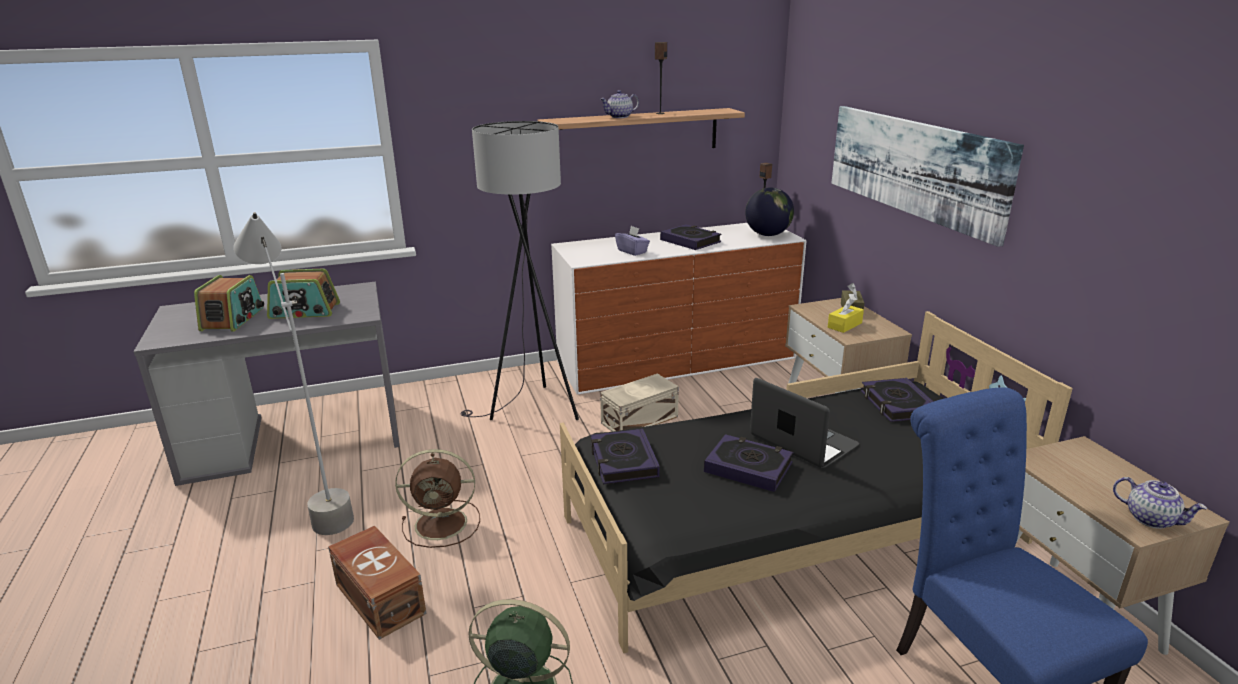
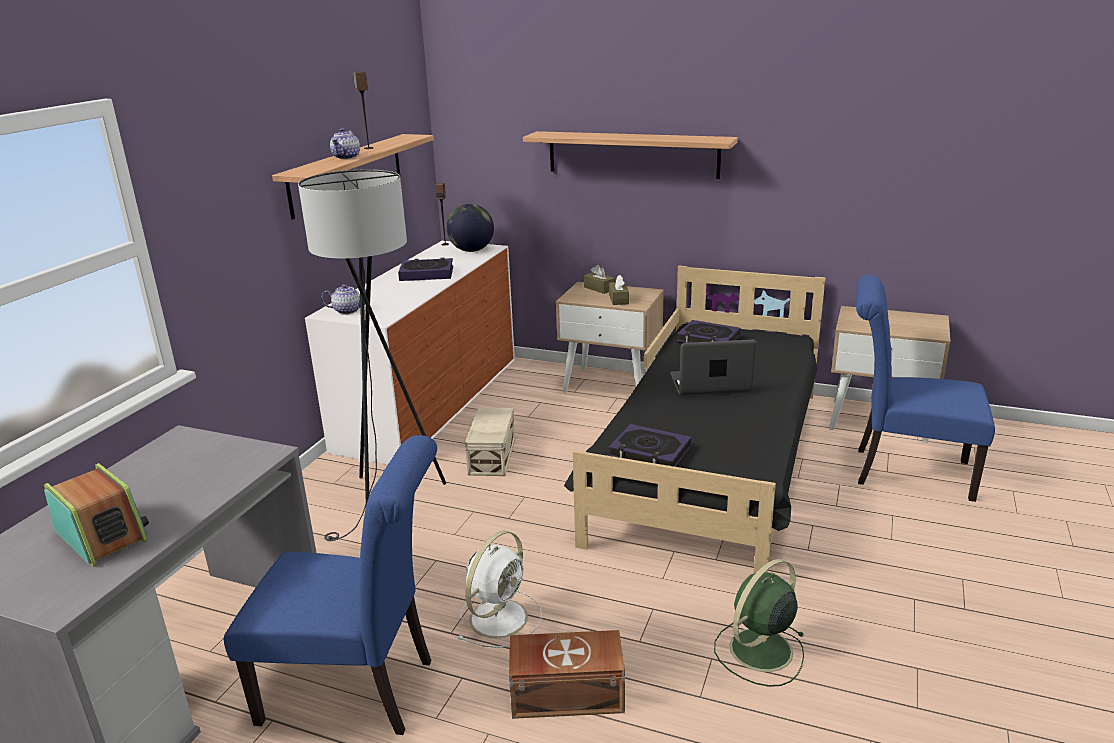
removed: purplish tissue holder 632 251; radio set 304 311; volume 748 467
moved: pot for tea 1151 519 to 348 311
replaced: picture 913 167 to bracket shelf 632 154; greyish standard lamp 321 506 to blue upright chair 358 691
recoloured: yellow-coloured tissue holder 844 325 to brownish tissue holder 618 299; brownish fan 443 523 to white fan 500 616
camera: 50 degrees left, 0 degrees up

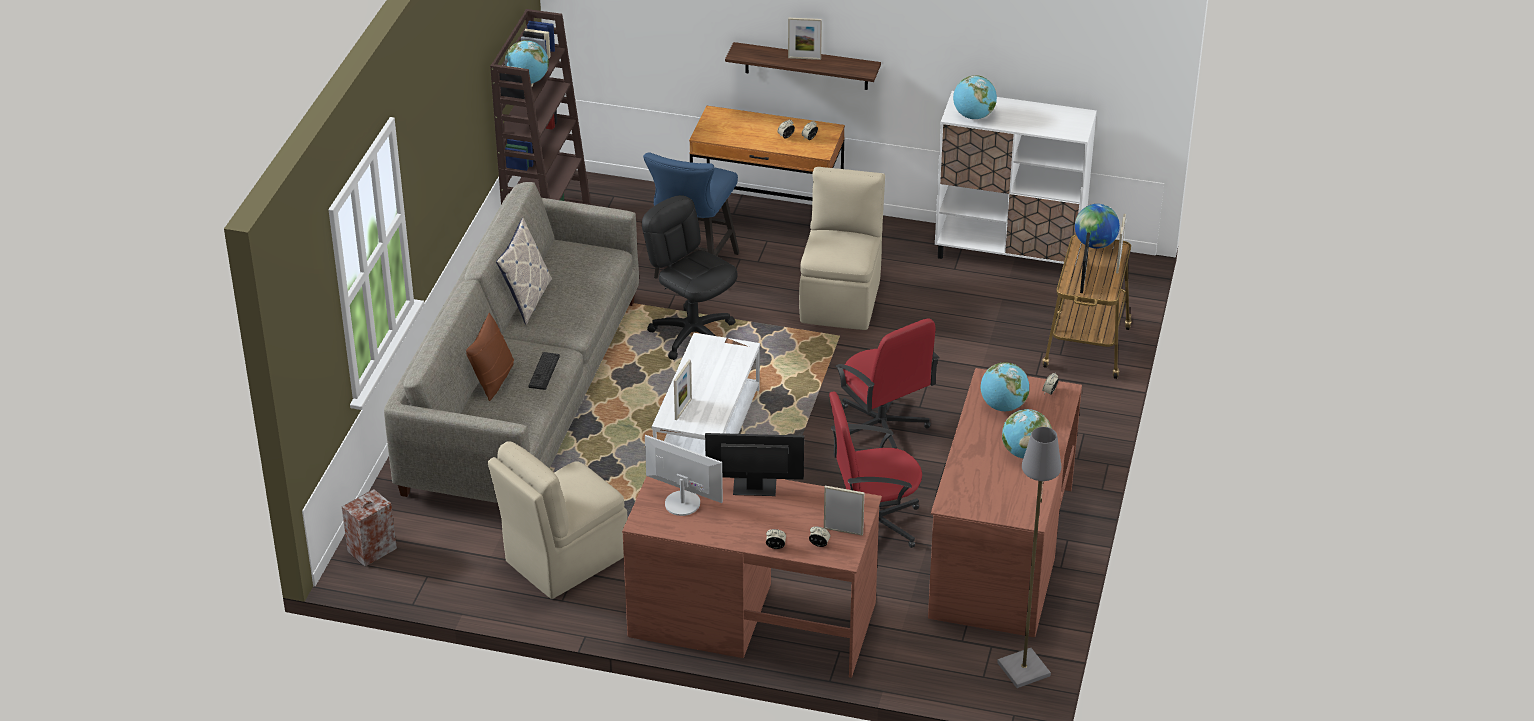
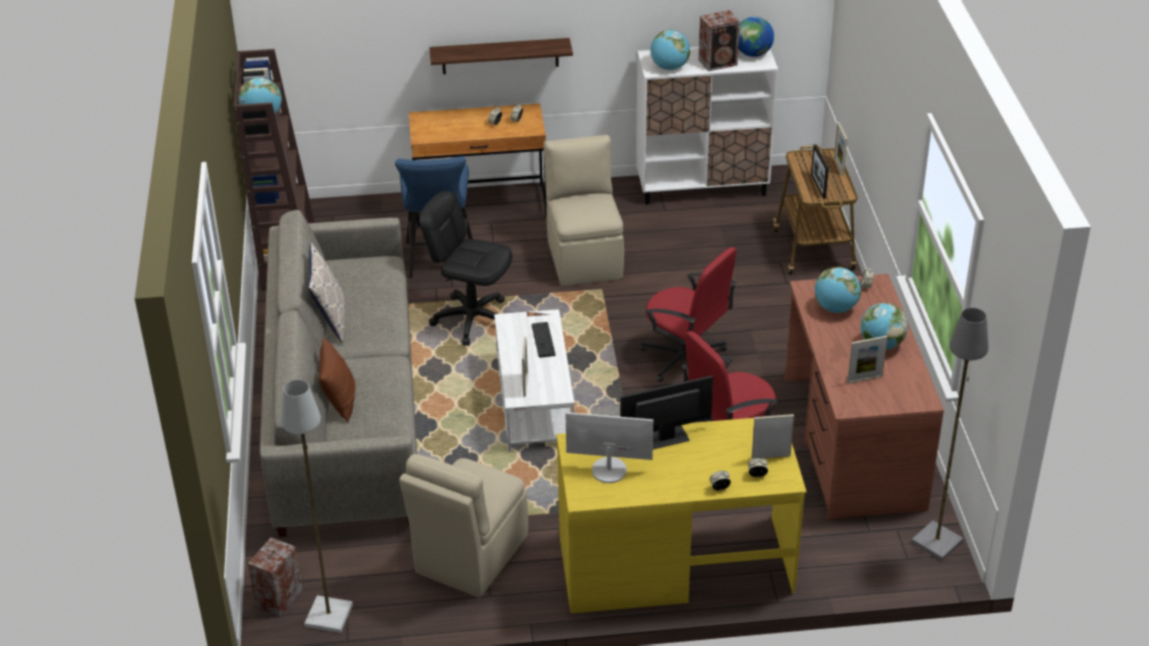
added: speaker 719 62; greyish standard lamp 328 615
moved: picture frame 804 58 to 864 379; globe 1095 244 to 753 54; PC keyboard 544 371 to 543 340
recoloured: brownish desk unit 752 618 to yellow-coloured desk unit 674 563
camera: 20 degrees left, 0 degrees up

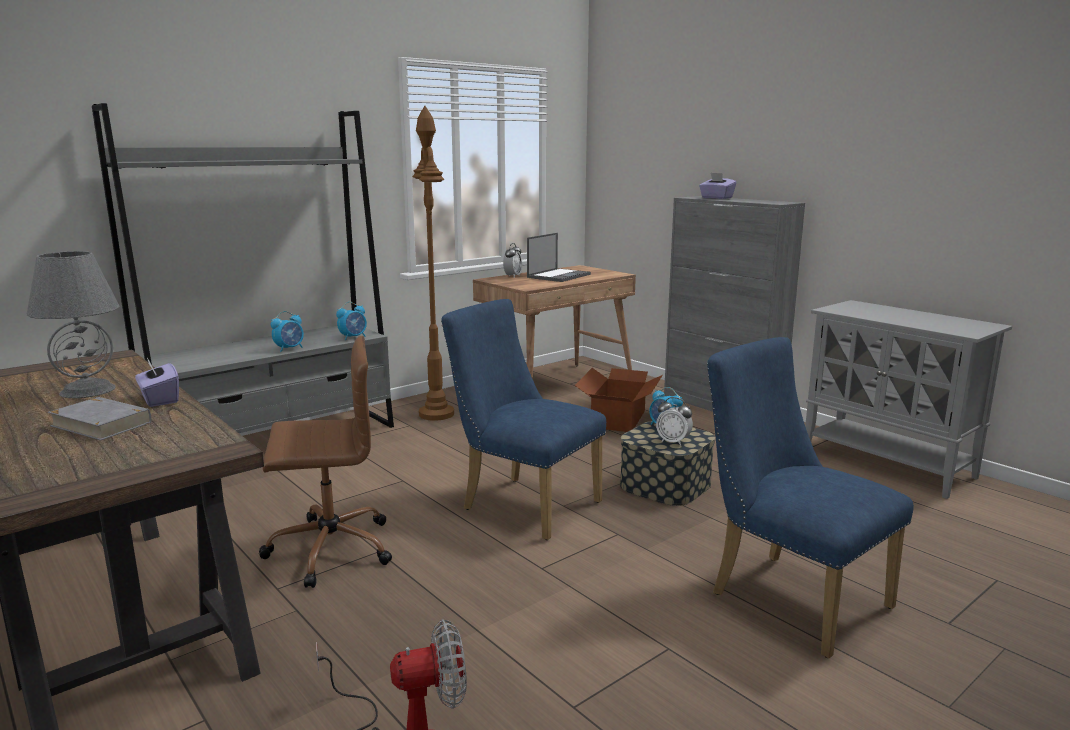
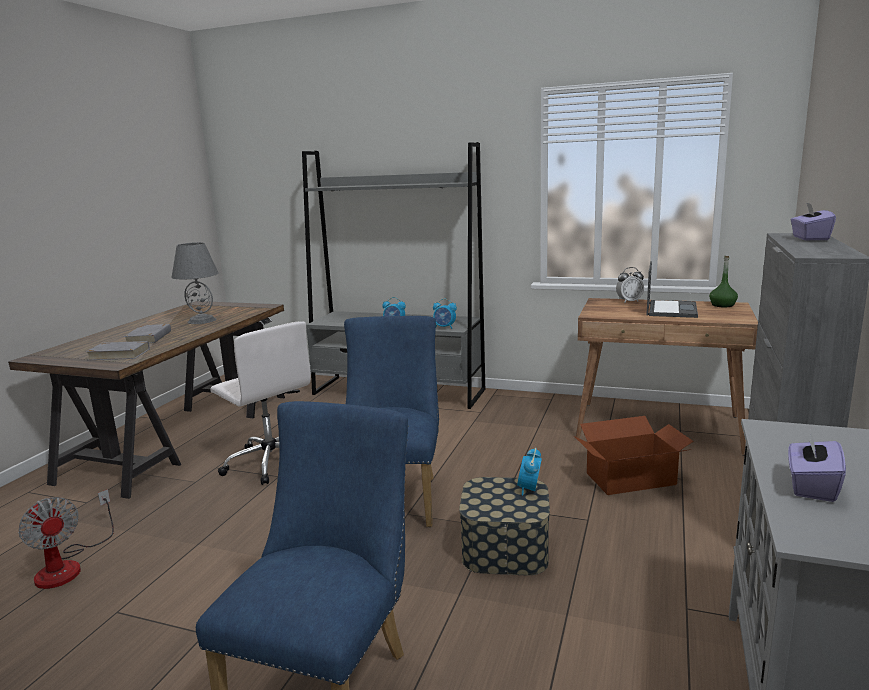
removed: brownish standard lamp 436 414; bedside clock 673 442
added: green-coloured beverage bottle 722 305; greyish volume 119 354
moved: purplish tissue holder 159 399 to 811 486
recoloured: brownish office chair 328 549 to white office chair 270 461
turned: laptop 559 276 = 671 309 75 degrees counterclockwise
camera: 60 degrees right, 0 degrees up

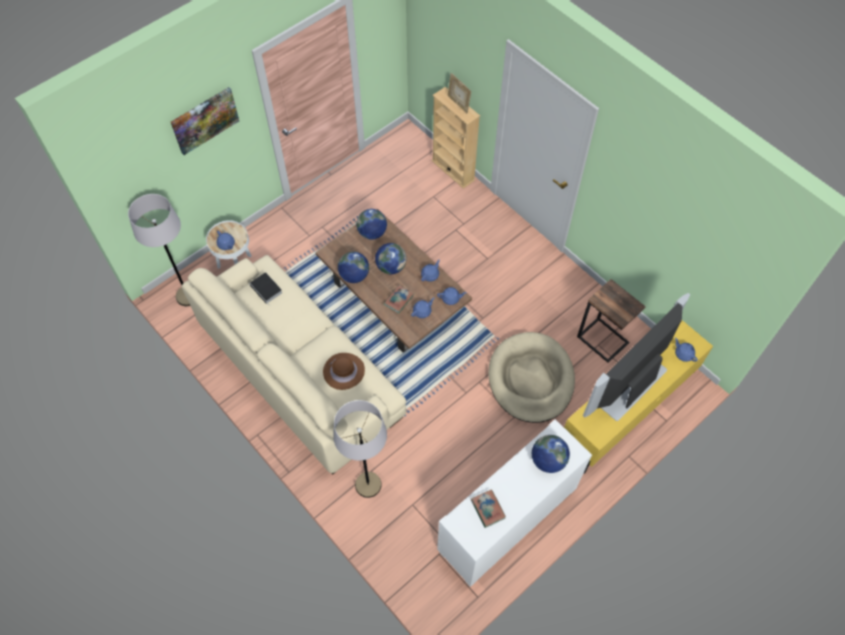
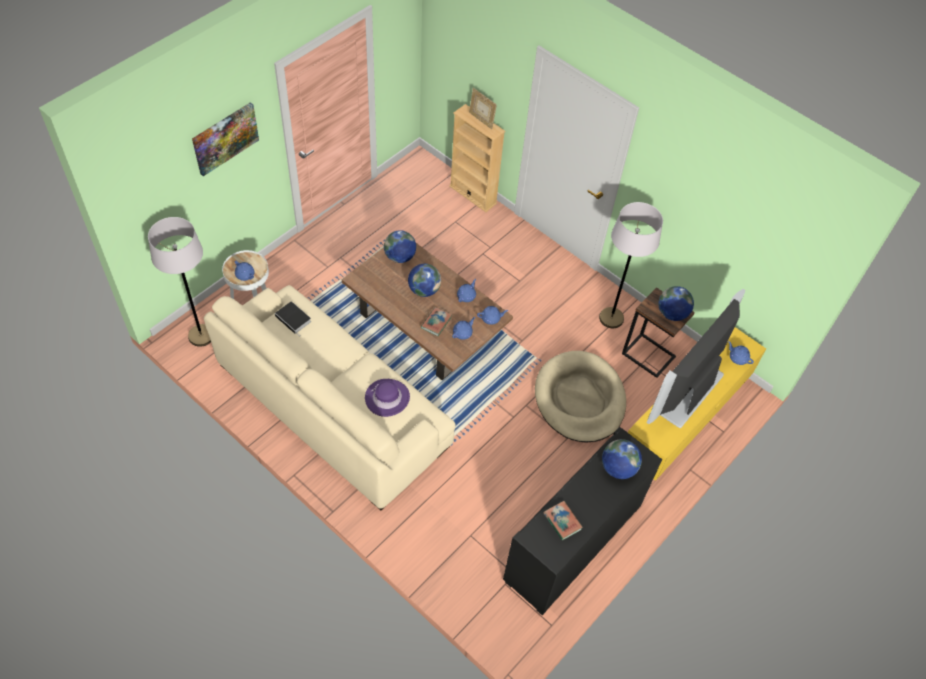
moved: globe 354 275 to 672 313; greyish standard lamp 368 485 to 611 318
recoloured: brownish clothing hat 344 371 to purplish clothing hat 387 398; white cabinet 507 519 to black-coloured cabinet 573 542
camera: 10 degrees left, 5 degrees down

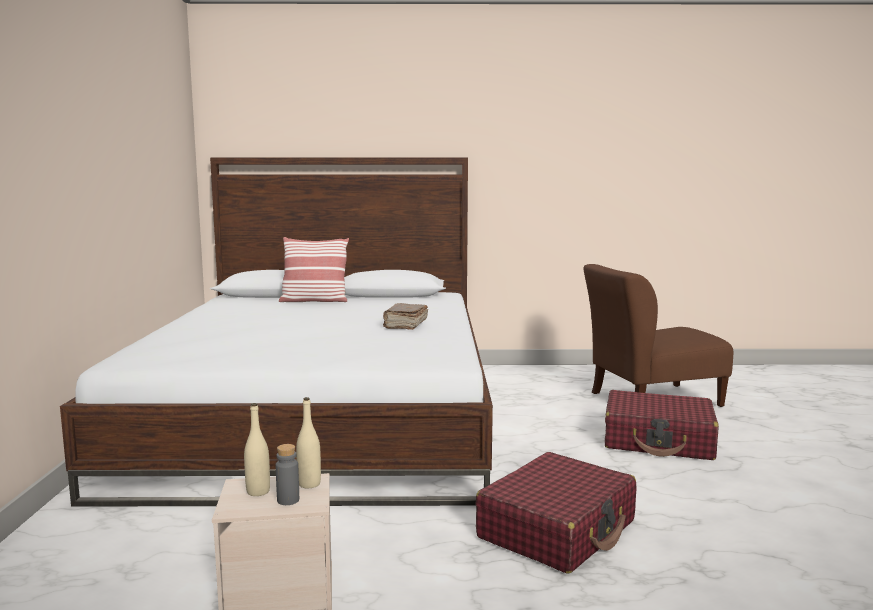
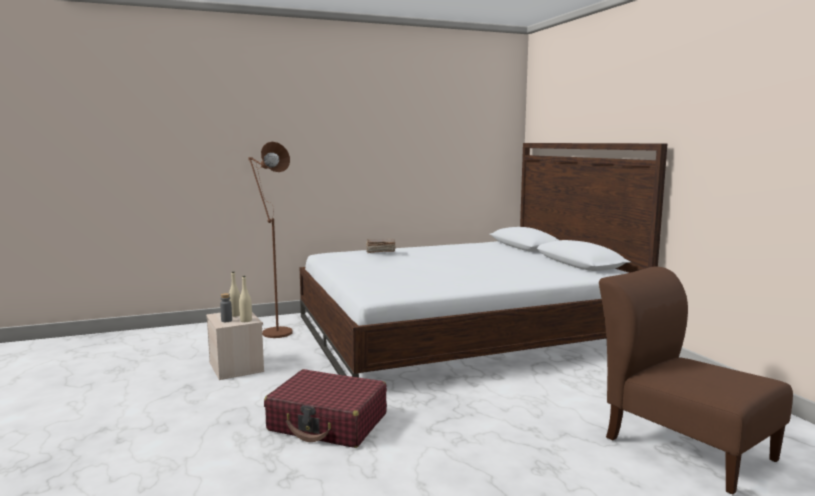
removed: throw pillow 314 301; red-coloured piece of luggage 658 441
added: brownish standard lamp 273 332
moved: brownish volume 405 325 to 380 251
camera: 70 degrees right, 0 degrees up

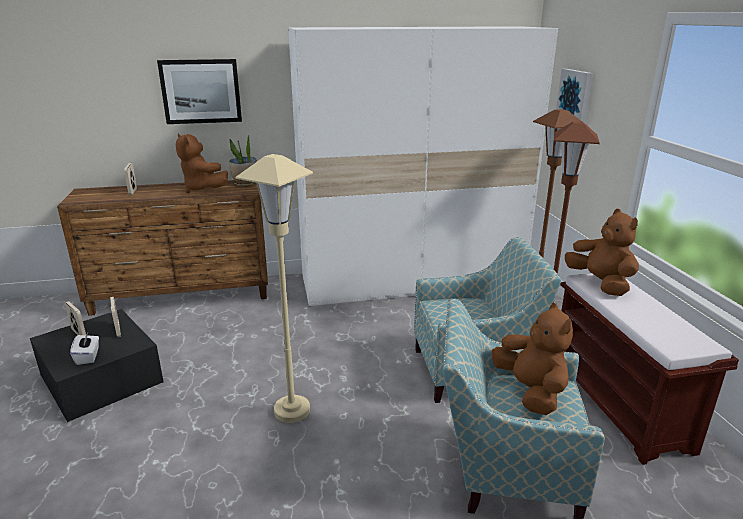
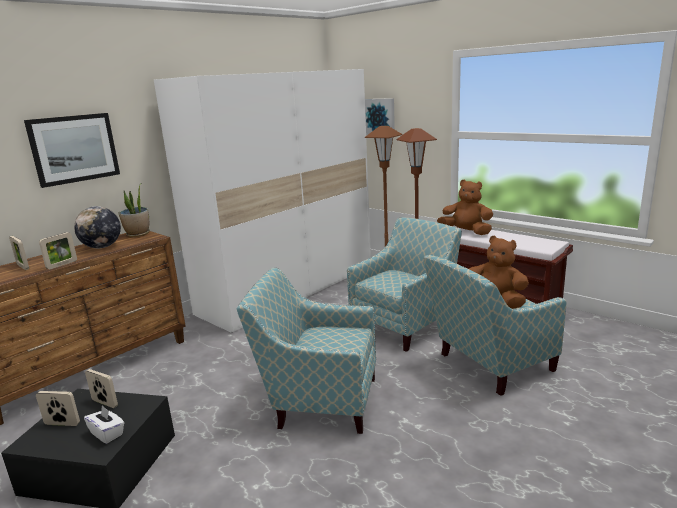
added: picture frame 62 265
replaced: brownish plush toy 202 189 to globe 102 247; beige-coloured standard lamp 292 410 to armchair 318 400
camera: 35 degrees left, 5 degrees down

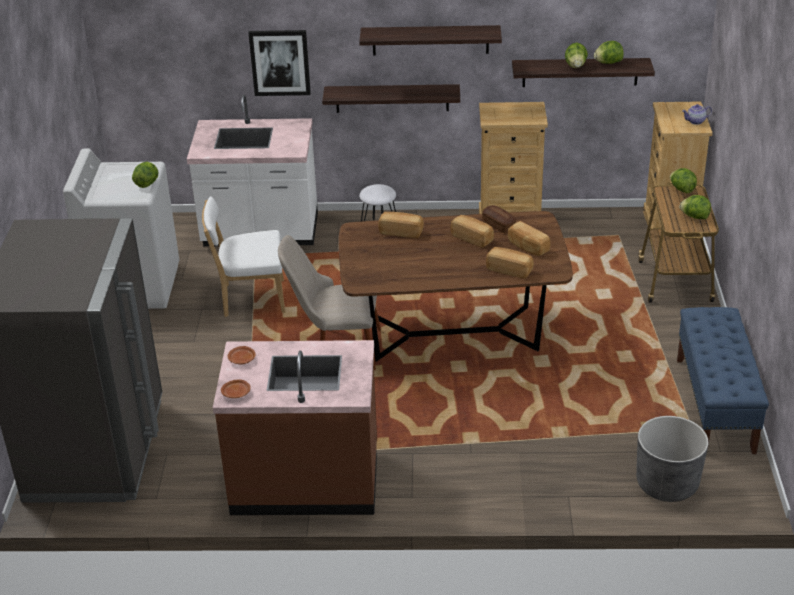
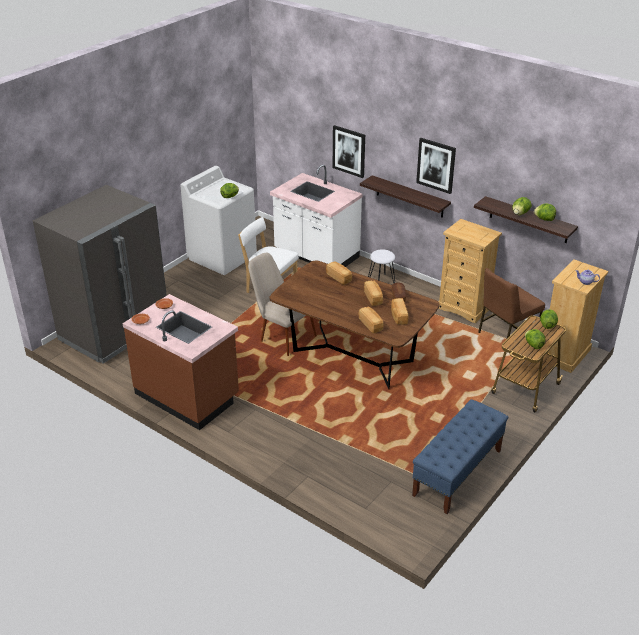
removed: greyish flower pot 667 484
added: brownish upright chair 506 334
replaced: bracket shelf 430 40 to picture 436 165
camera: 35 degrees right, 0 degrees up

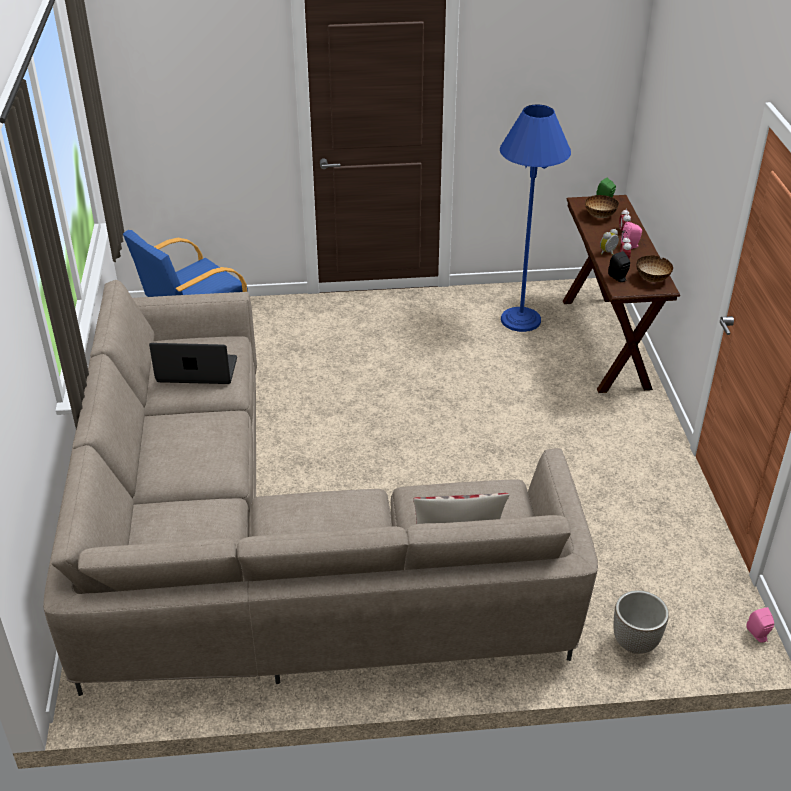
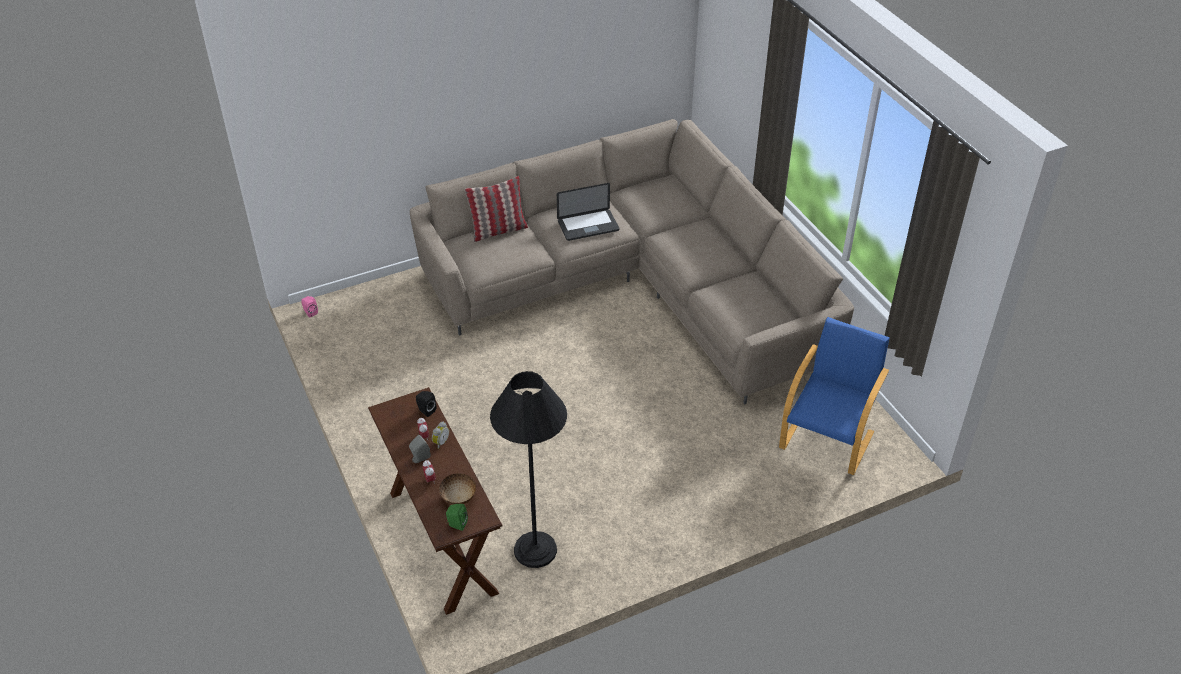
removed: bowl 652 279; flower pot 634 643
moved: laptop 197 371 to 588 226
recoloured: blue standard lamp 521 320 to black-coloured standard lamp 535 550; pinkish speaker 631 246 to greyish speaker 419 458
camera: 160 degrees right, 5 degrees up

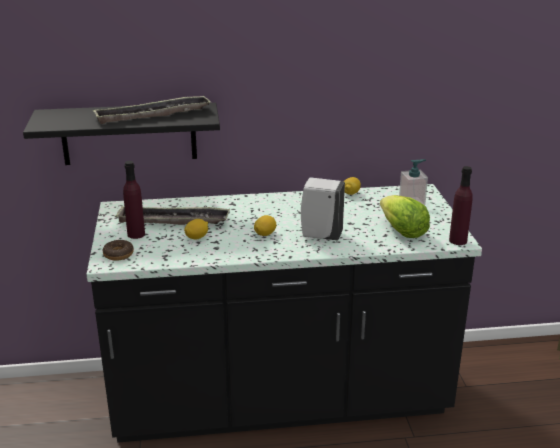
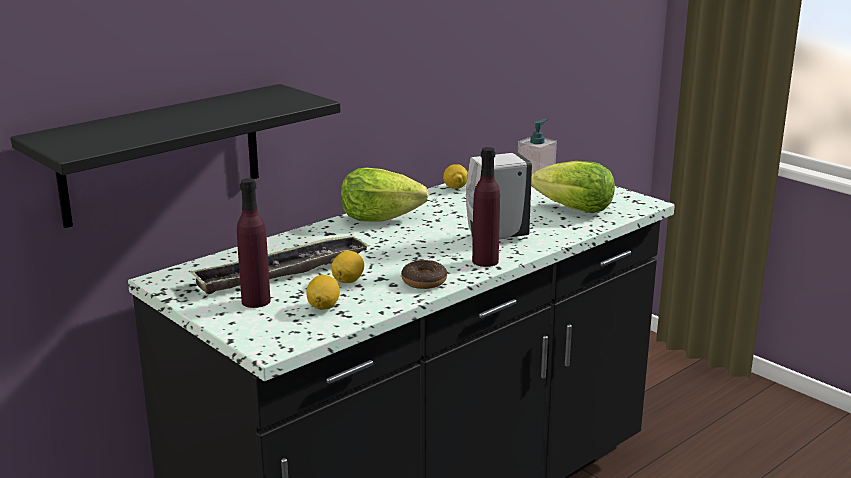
removed: tray 153 115
added: head of lettuce 379 218
moved: purplish beverage bottle 458 240 to 485 261; whole lemon 265 234 to 323 306; donut 118 254 to 424 281
camera: 35 degrees left, 5 degrees down

